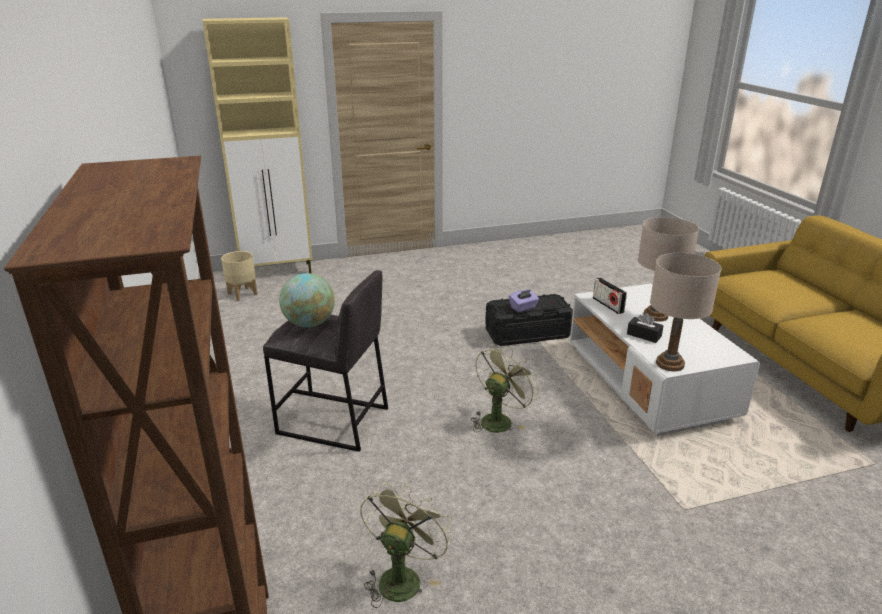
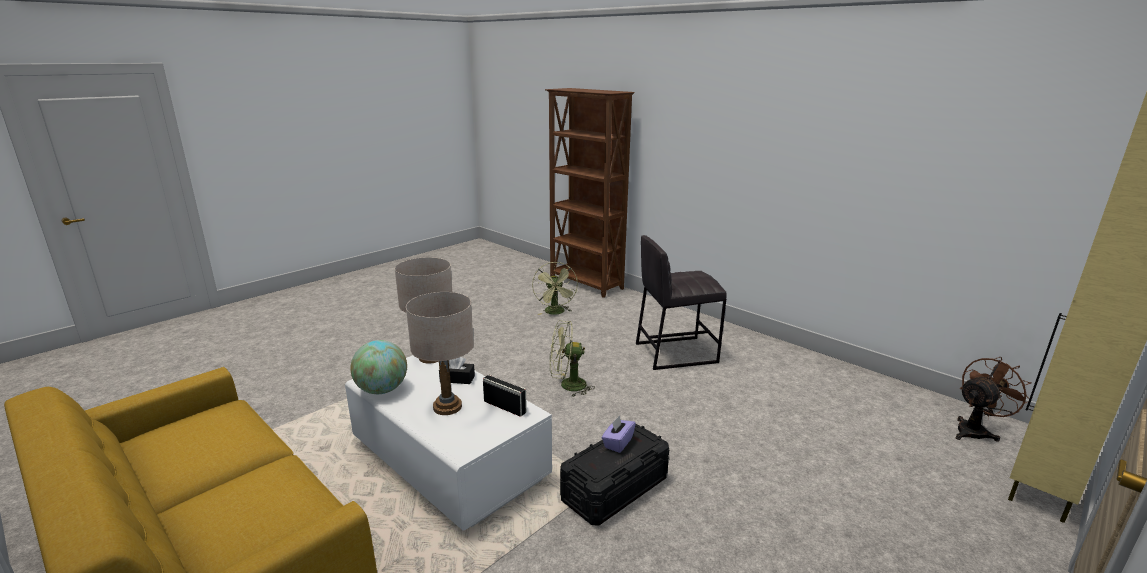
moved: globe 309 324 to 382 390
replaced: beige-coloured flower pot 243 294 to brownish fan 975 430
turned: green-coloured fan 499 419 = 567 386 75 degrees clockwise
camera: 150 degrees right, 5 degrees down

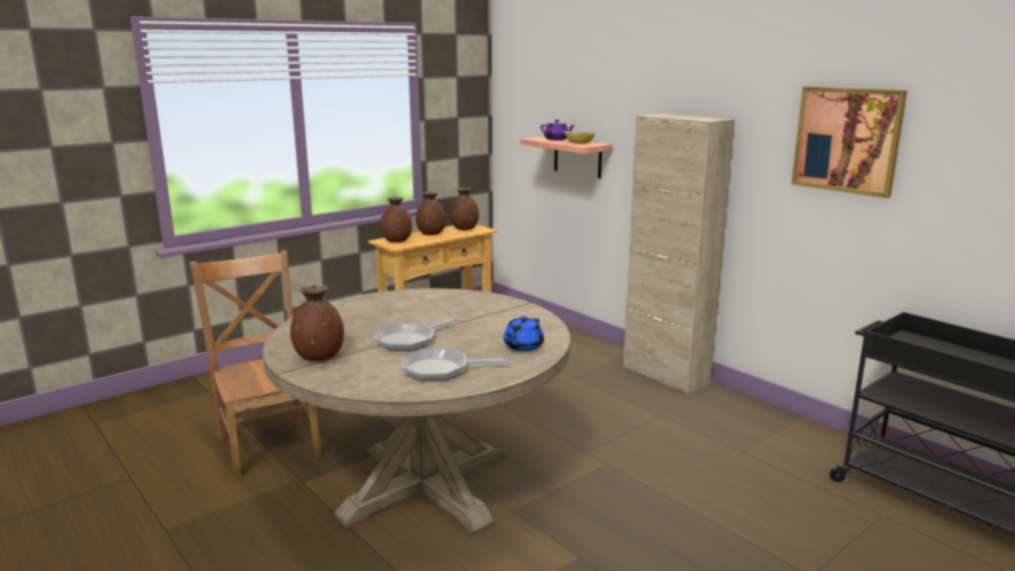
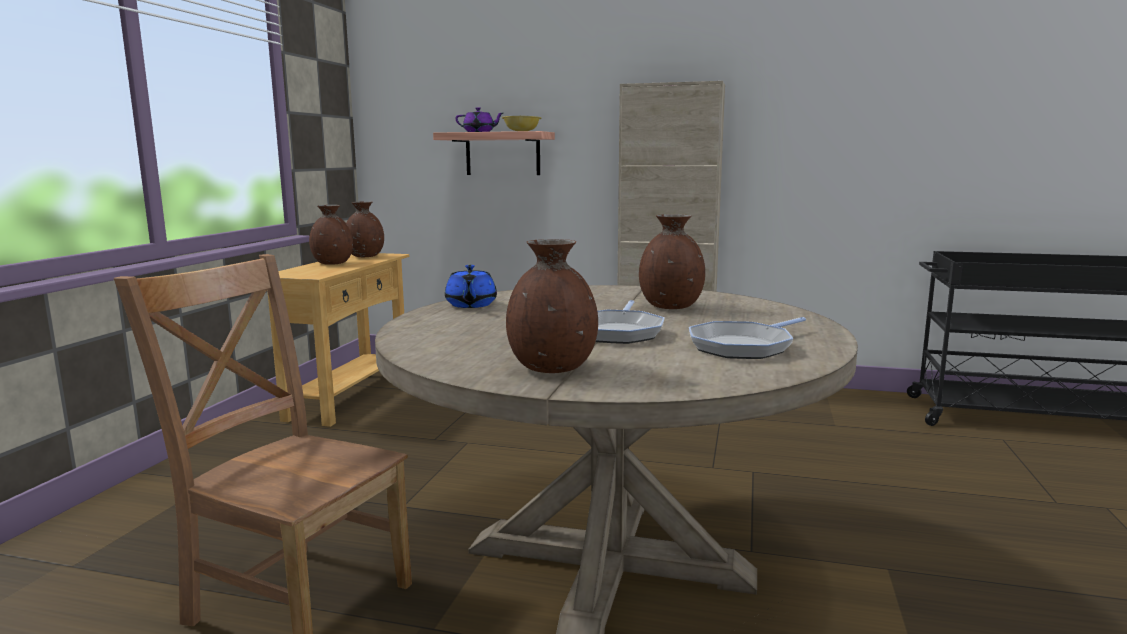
removed: picture 847 140
moved: brownish vase 397 241 to 671 306; blue pot for tea 522 347 to 470 305
camera: 35 degrees left, 5 degrees down

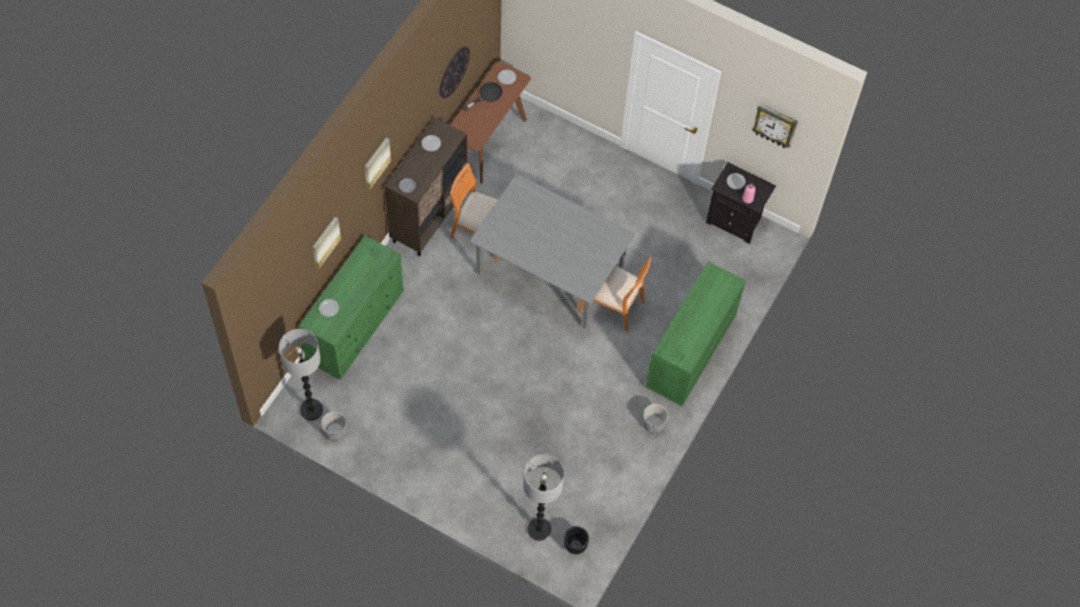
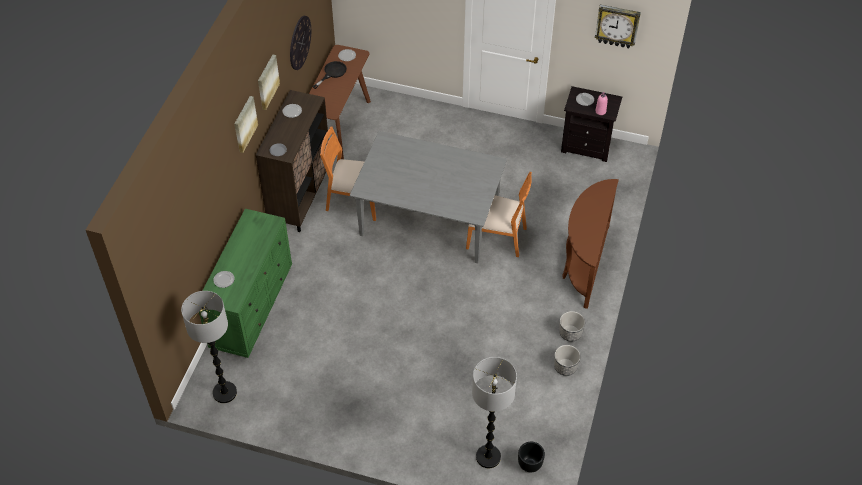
moved: picture 325 242 to 267 82; flower pot 335 431 to 565 367
replaced: green-coloured chest of drawers 690 353 to brownish narrow table 584 263
camera: 10 degrees left, 10 degrees down

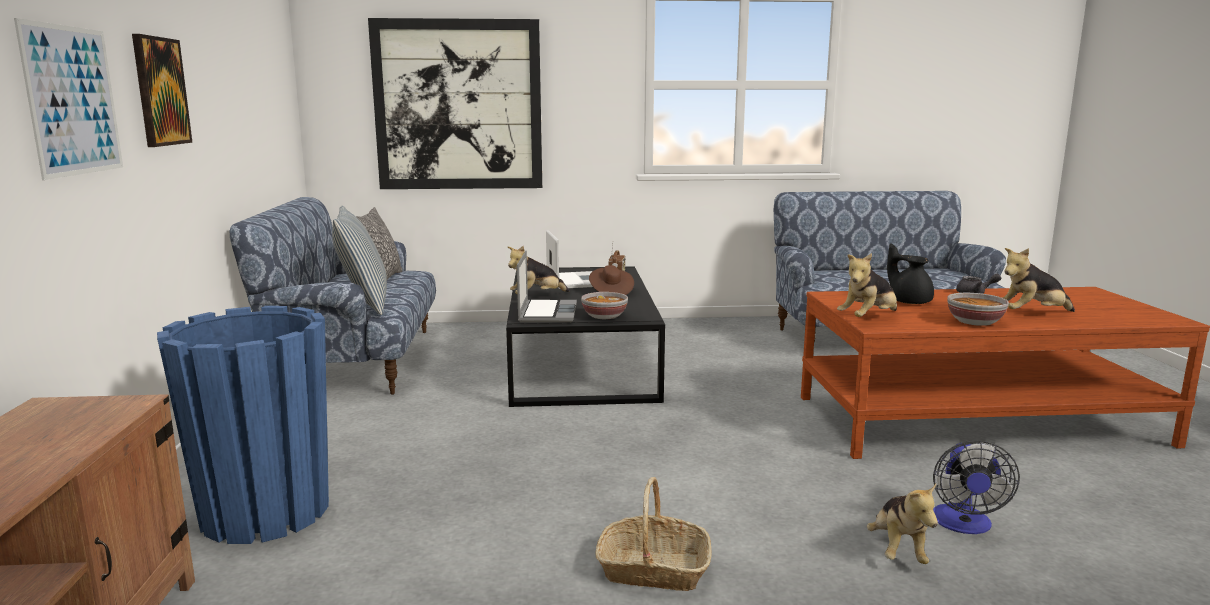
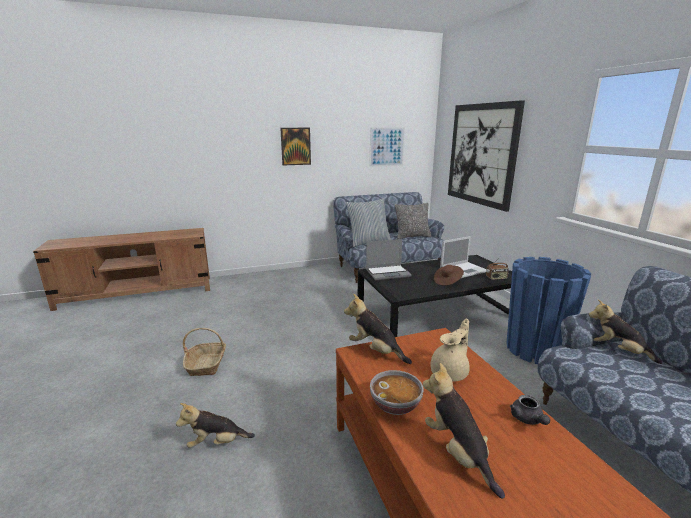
removed: bowl 604 317; fan 963 525
moved: picture 73 100 to 386 147; plush toy 537 297 to 617 351; blue flower pot 265 512 to 535 349
recoloured: black-coloured pot for tea 909 301 to beige-coloured pot for tea 450 373
camera: 75 degrees right, 5 degrees up

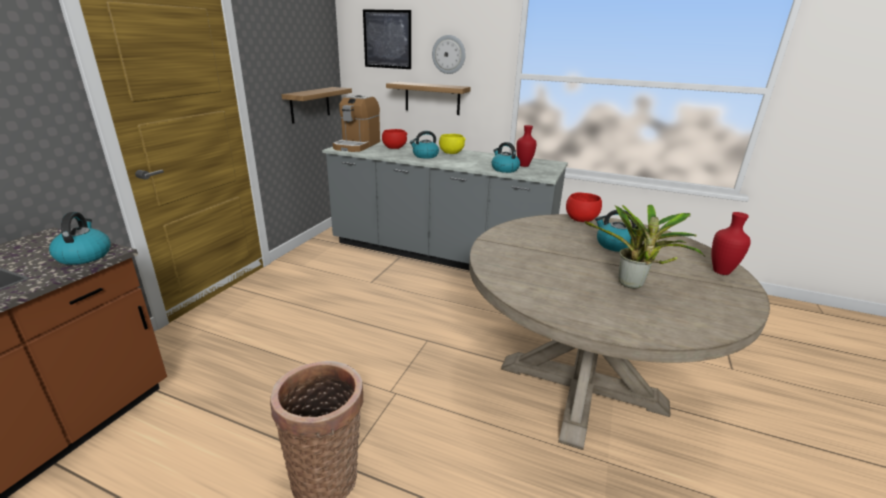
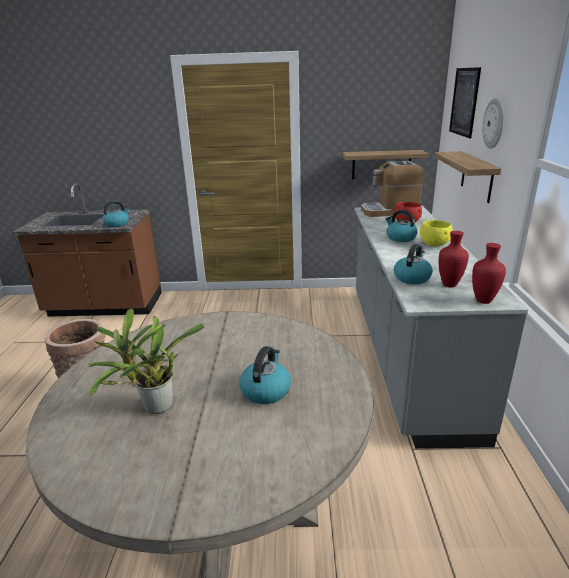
removed: red-coloured bowl 581 220
moved: red-coloured vase 722 272 to 483 301
camera: 70 degrees right, 0 degrees up

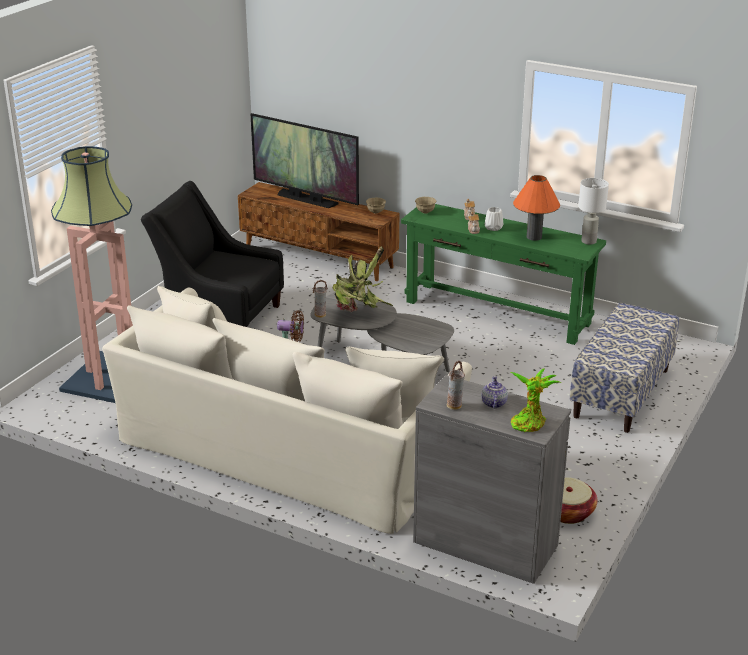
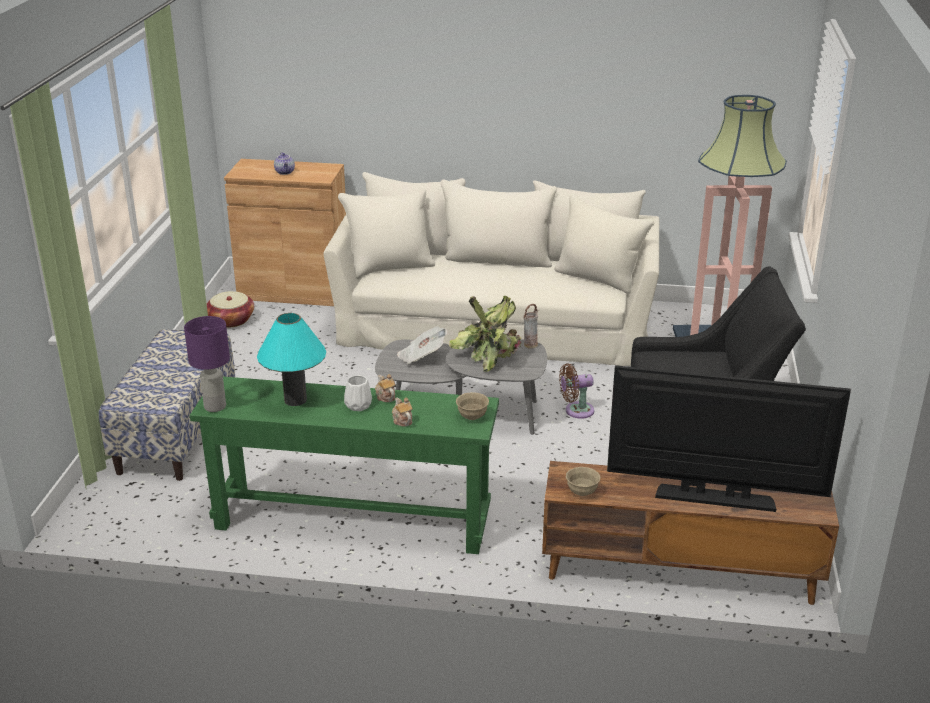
removed: vase 454 406; houseplant 529 422
added: newspaper 422 357
recoloured: orange lamp for a table 534 237 to turquoise-coloured lamp for a table 295 400; white lamp for a table 589 241 to purplish lamp for a table 214 407; greyish cabinet 485 543 to brownish cabinet 294 291
camera: 160 degrees right, 0 degrees up

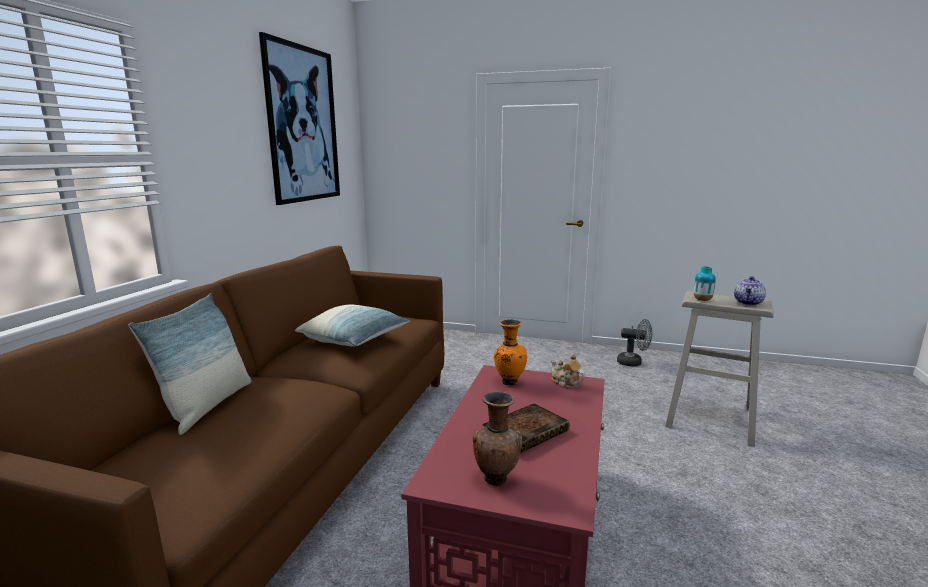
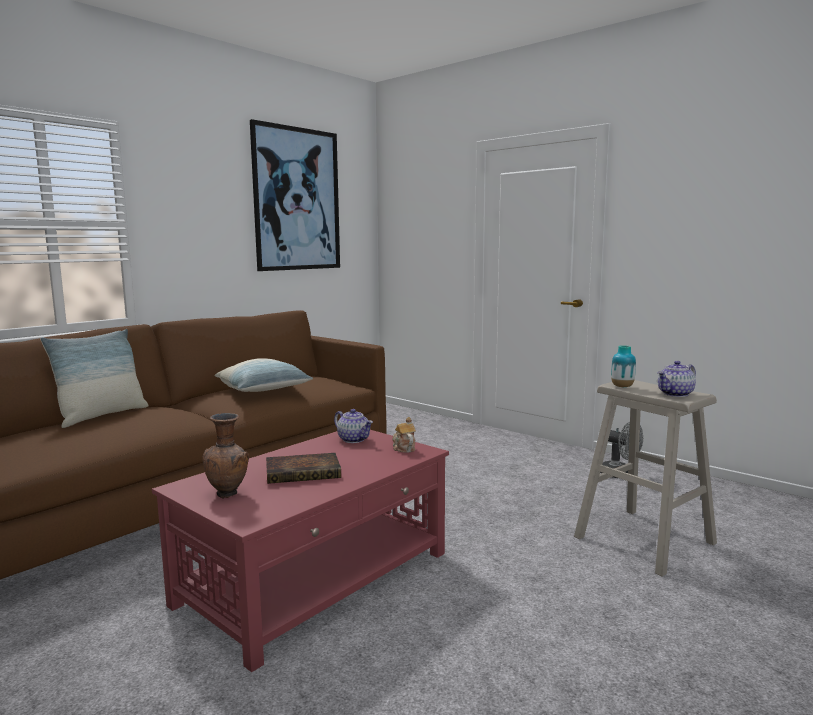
replaced: orange vase 509 382 to pot for tea 354 439
camera: 25 degrees right, 5 degrees down

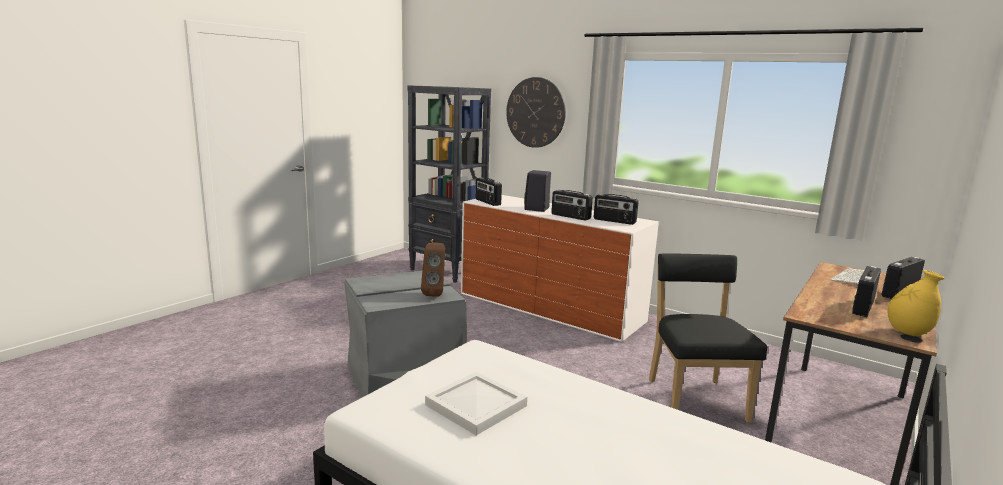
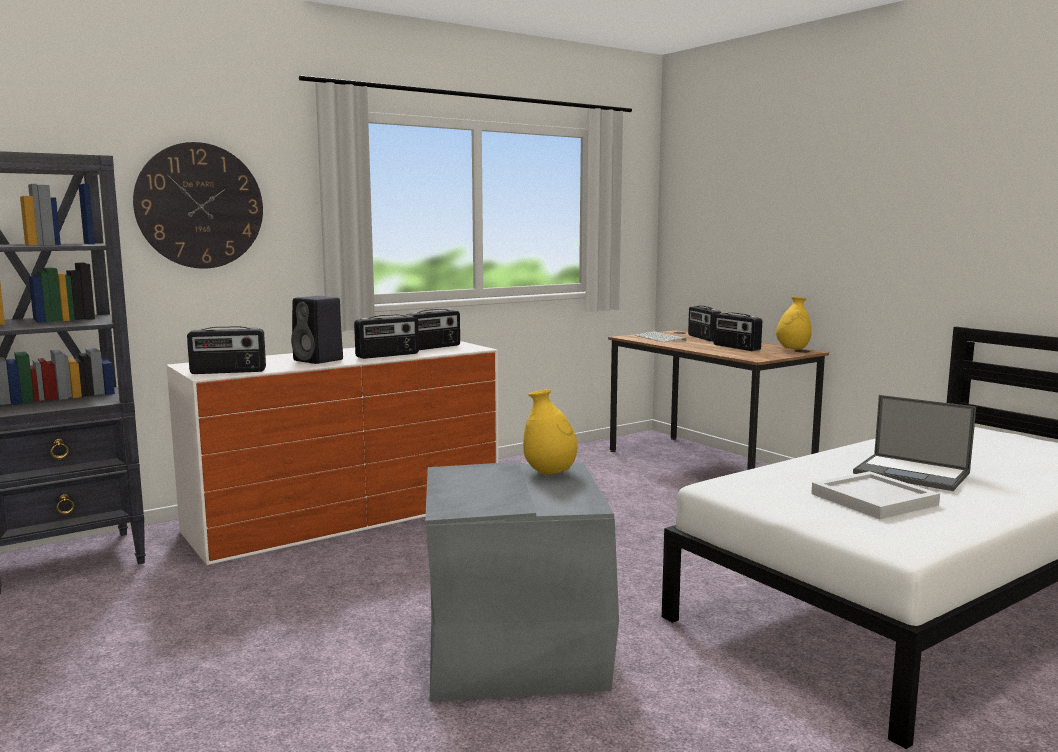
removed: black-coloured upright chair 694 397
added: laptop 913 473
replaced: brownish speaker 435 293 to yellow-coloured vase 550 473
camera: 70 degrees left, 5 degrees down

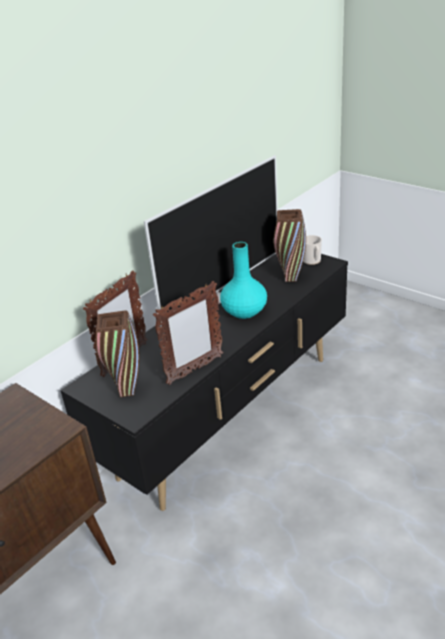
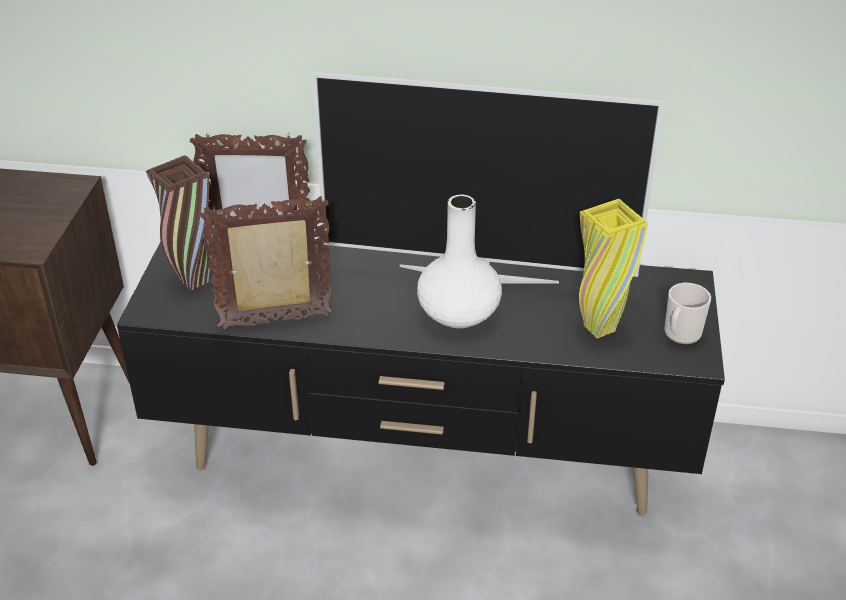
recoloured: brownish vase 290 278 to yellow-coloured vase 599 328; turquoise-coloured vase 244 312 to white vase 457 313
turned: picture frame 194 370 = 276 322 150 degrees clockwise
camera: 55 degrees right, 5 degrees up

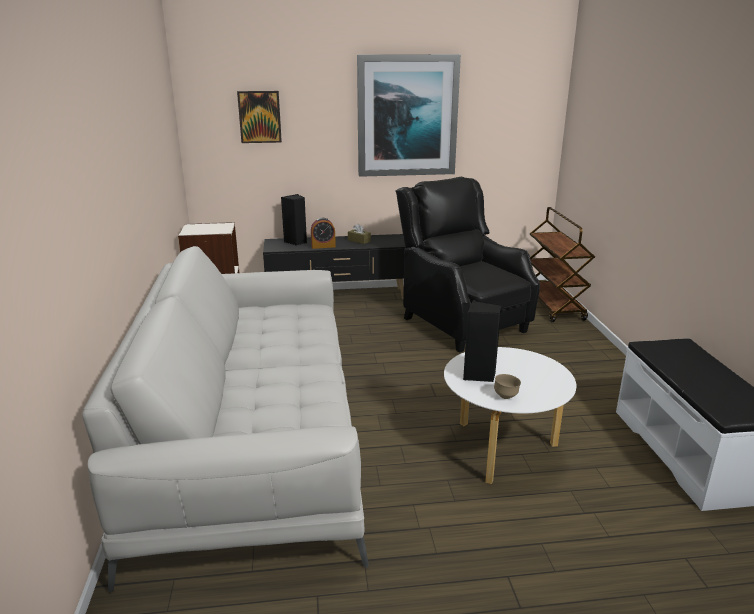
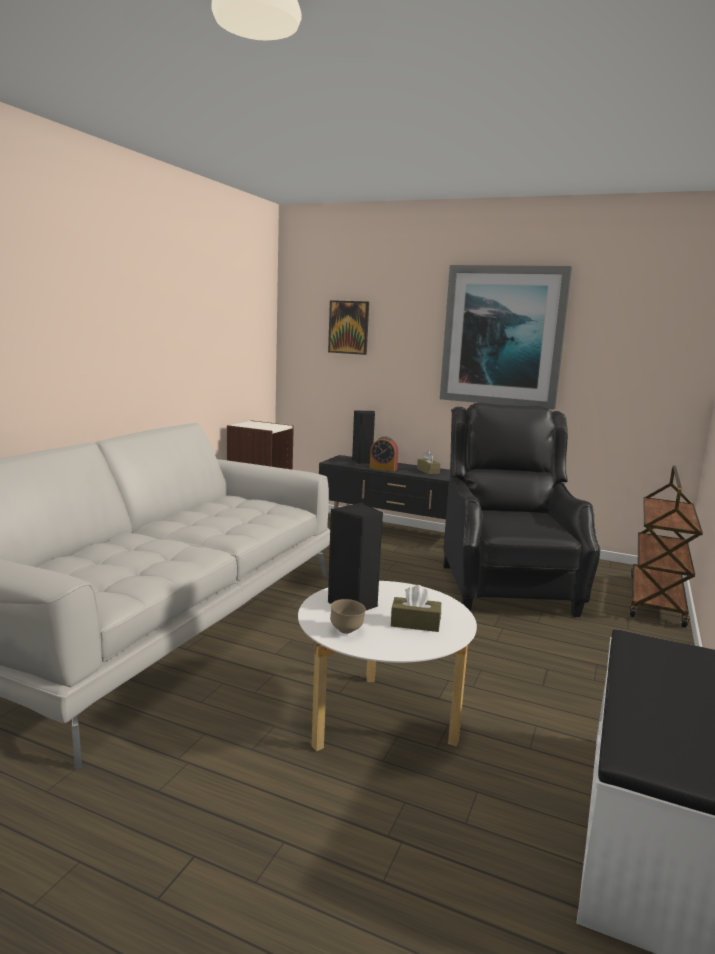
added: brownish tissue holder 415 623
camera: 30 degrees right, 10 degrees down

